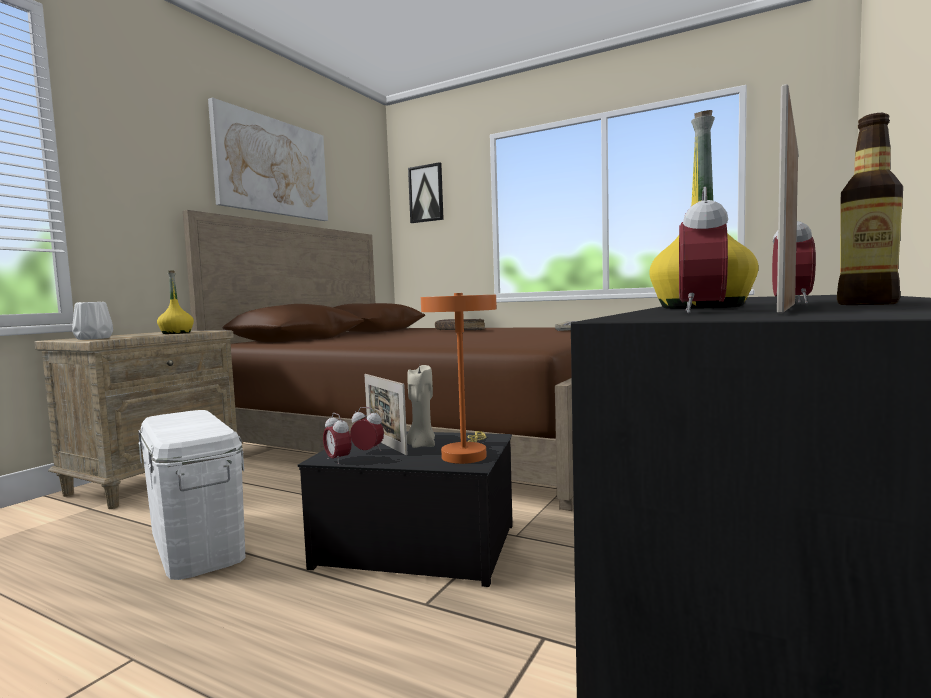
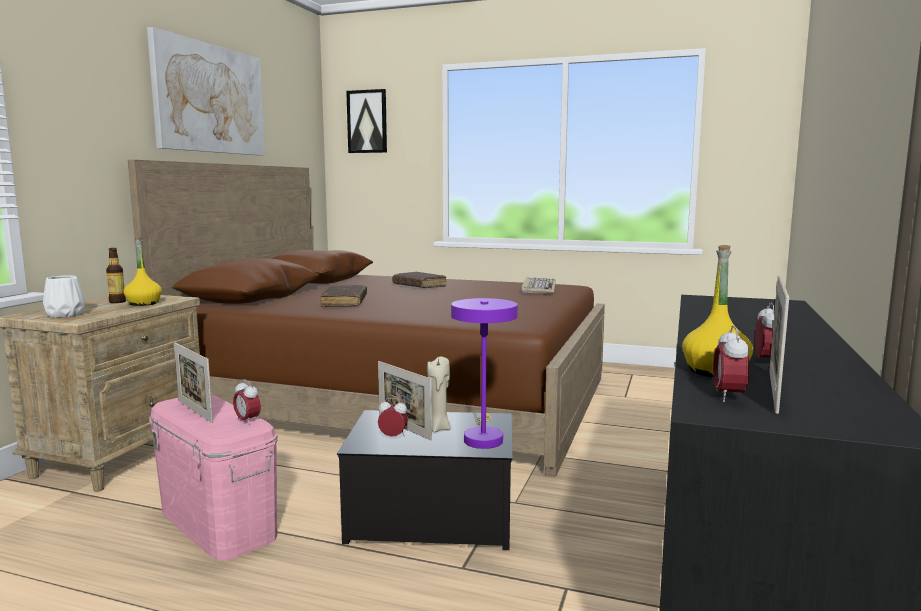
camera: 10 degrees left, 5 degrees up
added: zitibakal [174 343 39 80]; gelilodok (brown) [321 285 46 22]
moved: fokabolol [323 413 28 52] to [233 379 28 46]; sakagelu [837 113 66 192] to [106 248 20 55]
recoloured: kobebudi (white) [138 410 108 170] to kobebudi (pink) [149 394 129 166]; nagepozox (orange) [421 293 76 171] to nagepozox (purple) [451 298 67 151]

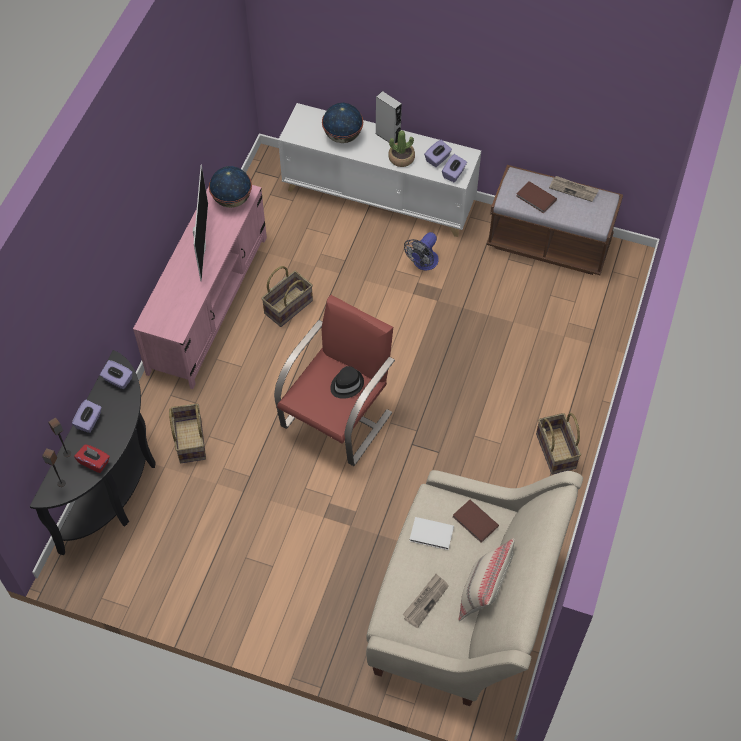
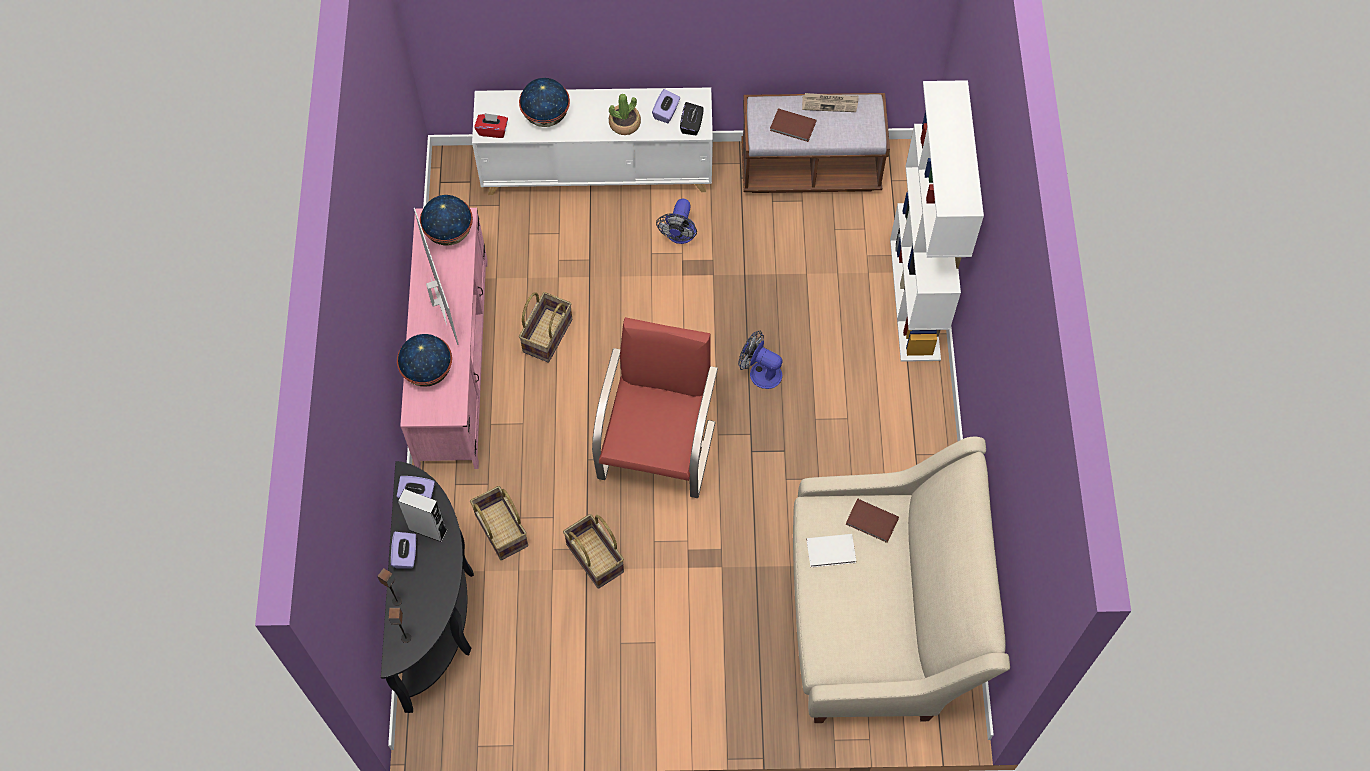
camera: 20 degrees left, 5 degrees up
removed: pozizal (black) [330 366 34 33]; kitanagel [402 574 47 54]; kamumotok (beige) [458 538 57 83]
added: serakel [397 334 55 53]; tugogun [738 330 44 59]; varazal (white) [890 80 94 282]
moved: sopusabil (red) [74 444 36 29] to [474 113 34 25]; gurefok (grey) [375 91 27 53] to [398 489 49 53]; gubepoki [536 413 45 62] to [563 514 61 75]
recoloured: sopusabil (purple) [442 154 25 28] to sopusabil (black) [680 102 24 33]

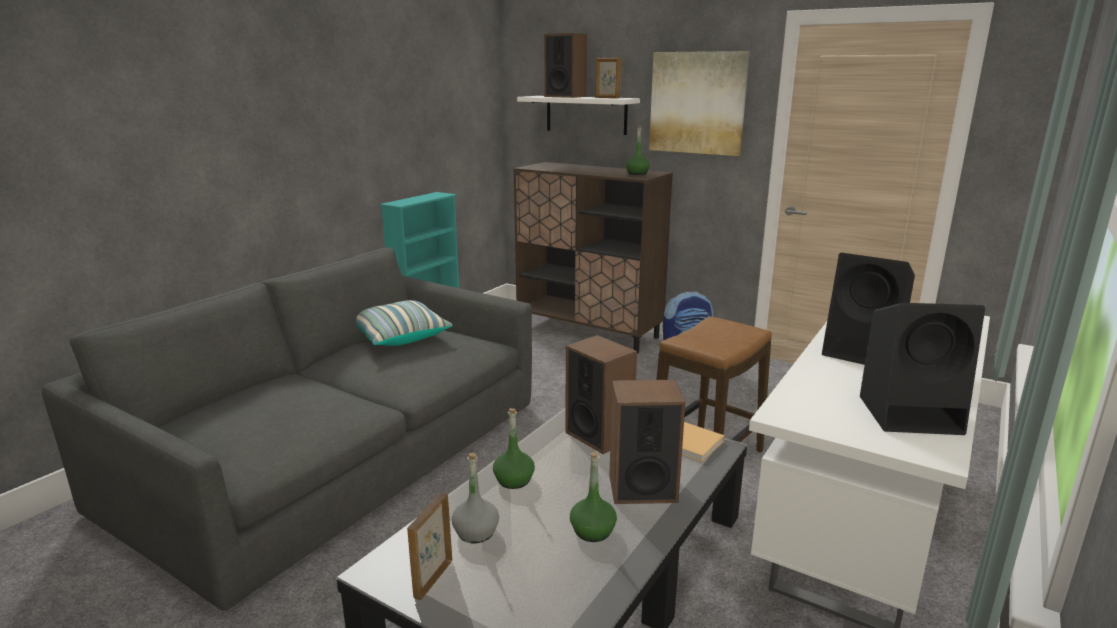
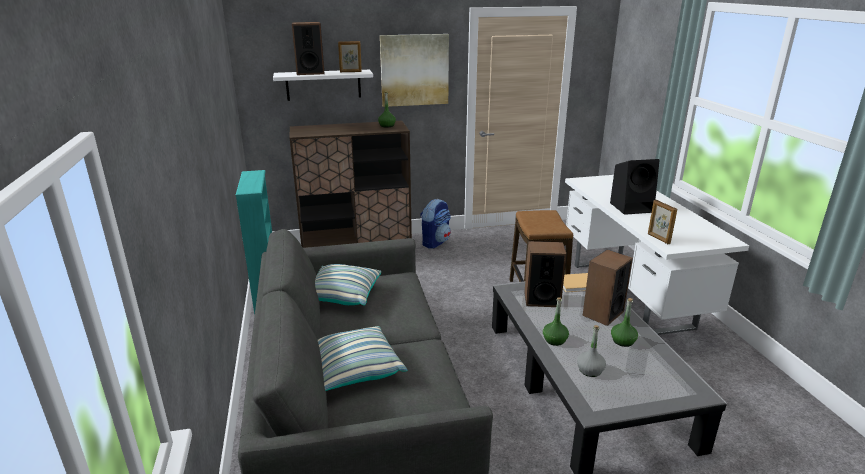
camera: 45 degrees left, 5 degrees up
removed: gurefok (black) [860 303 125 132]
added: kamumotok [318 326 89 65]
moved: zitibakal [407 493 46 107] to [648 200 29 44]

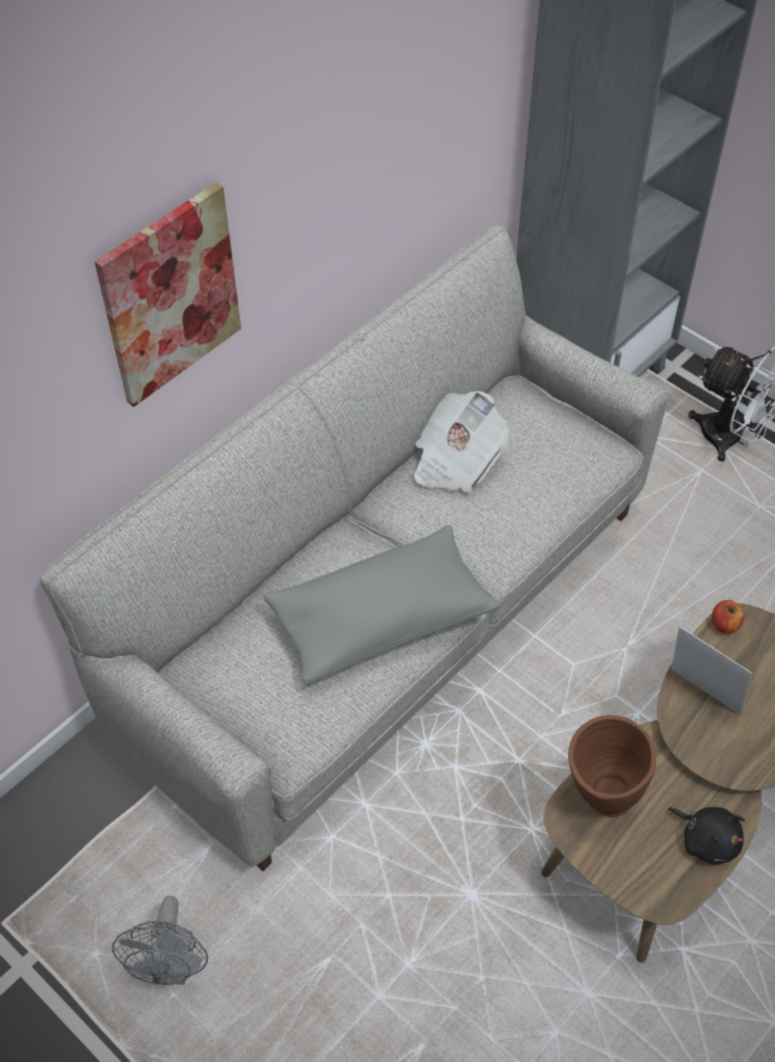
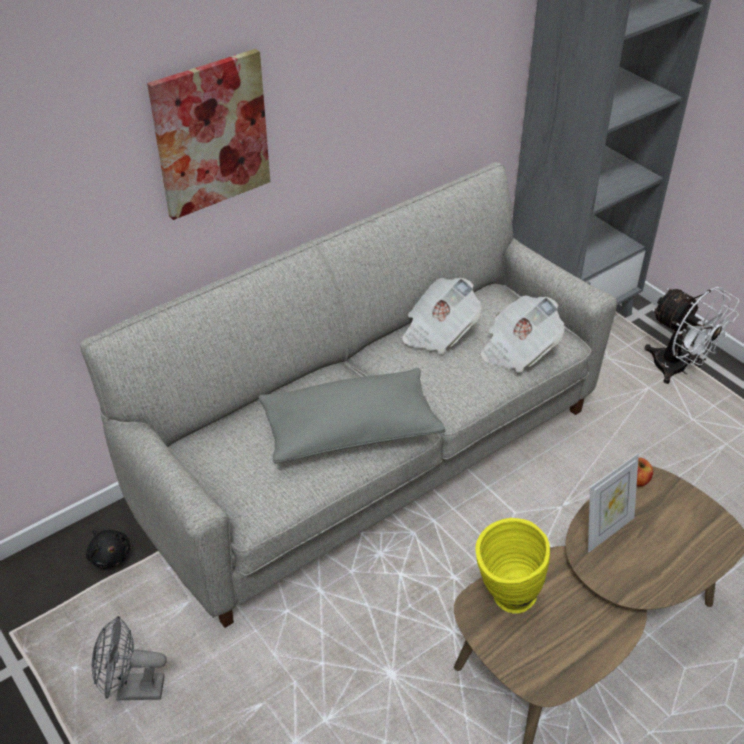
camera: 10 degrees right, 10 degrees down
added: kitanagel [480 295 85 78]
moved: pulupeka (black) [668 807 77 58] to [86 530 44 39]
recoloured: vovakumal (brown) [568 715 88 102] to vovakumal (yellow) [475 518 75 96]
turned: tugogun (grey) [112 896 96 89] = [92 616 75 85] 75 degrees clockwise; zitibakal [672 626 80 89] = [588 453 51 100] 90 degrees clockwise

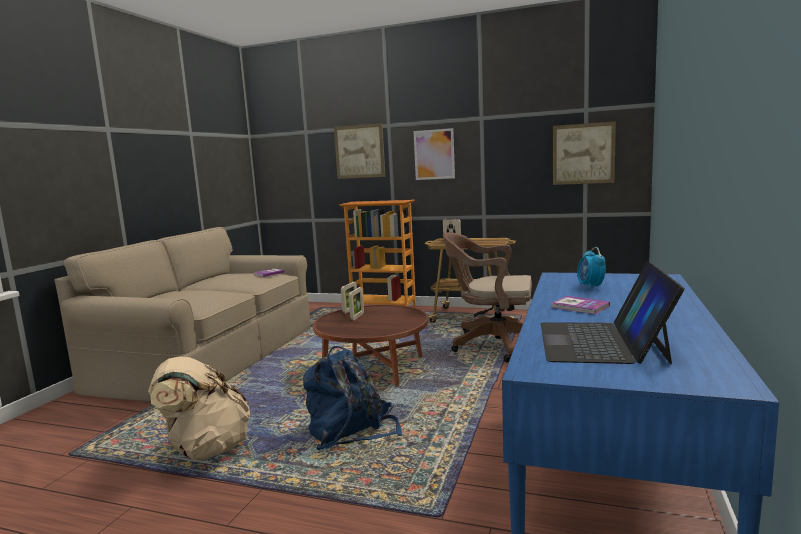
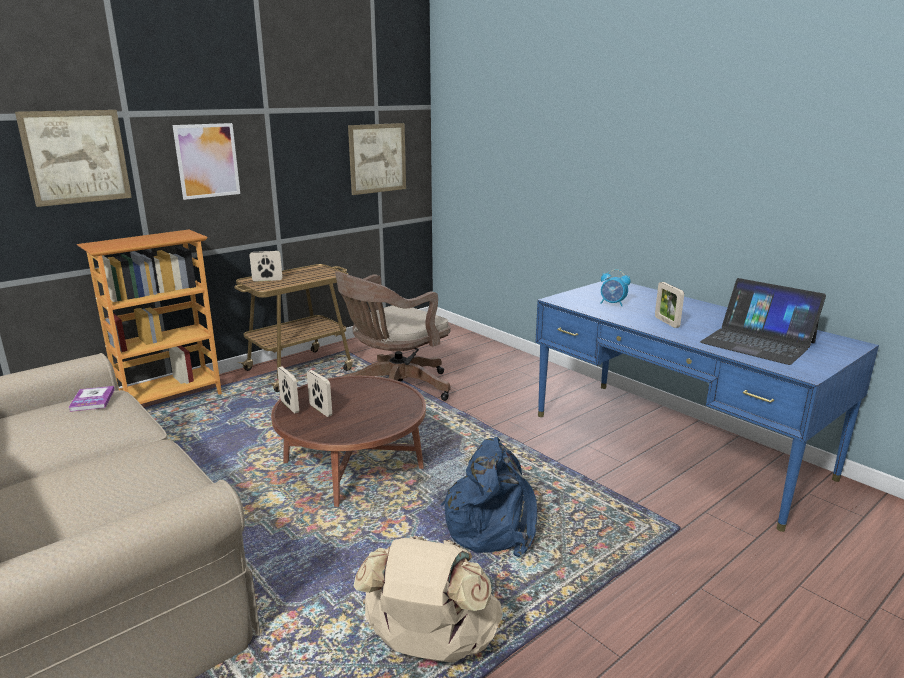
camera: 60 degrees left, 10 degrees up
replaced: gelilodok [551 296 59 19] to zitibakal [655 282 29 46]

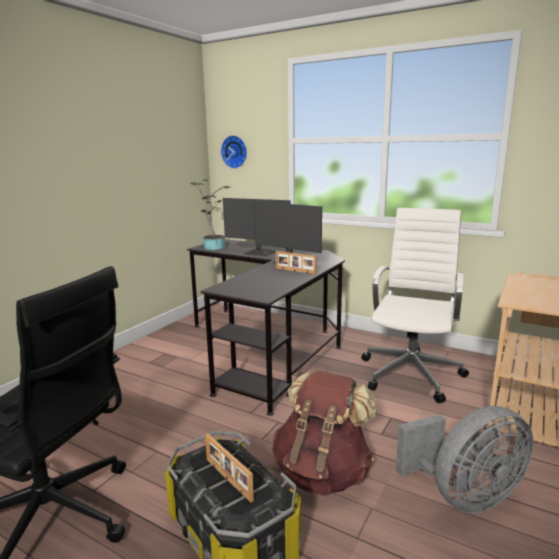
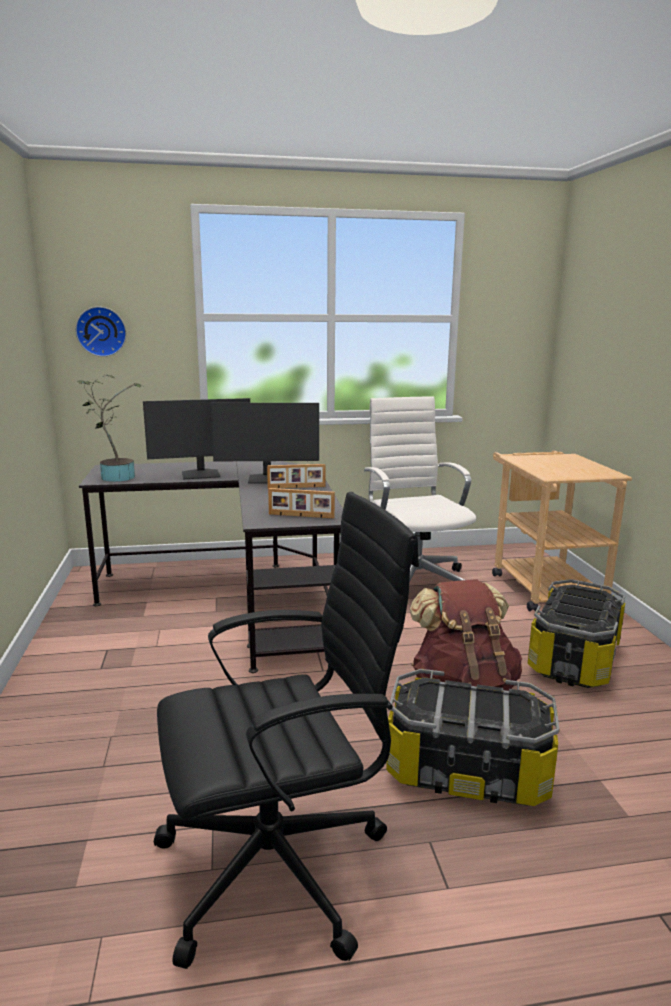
camera: 40 degrees left, 0 degrees up
moved: zitibakal [205 434 49 69] to [268 488 67 31]
replaced: tugogun (grey) [395 406 139 107] to kobebudi [528 579 97 109]

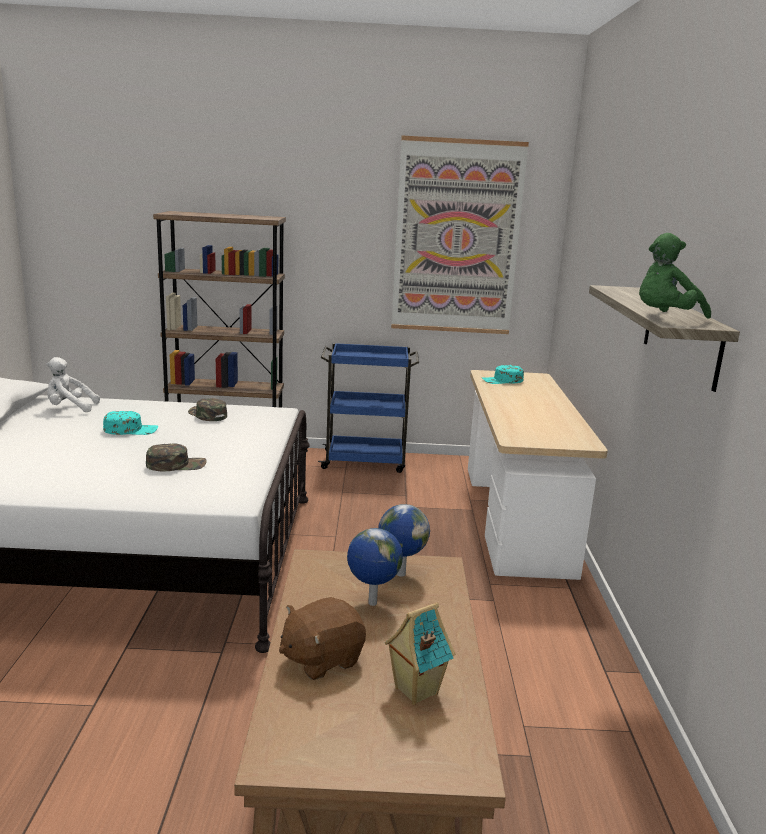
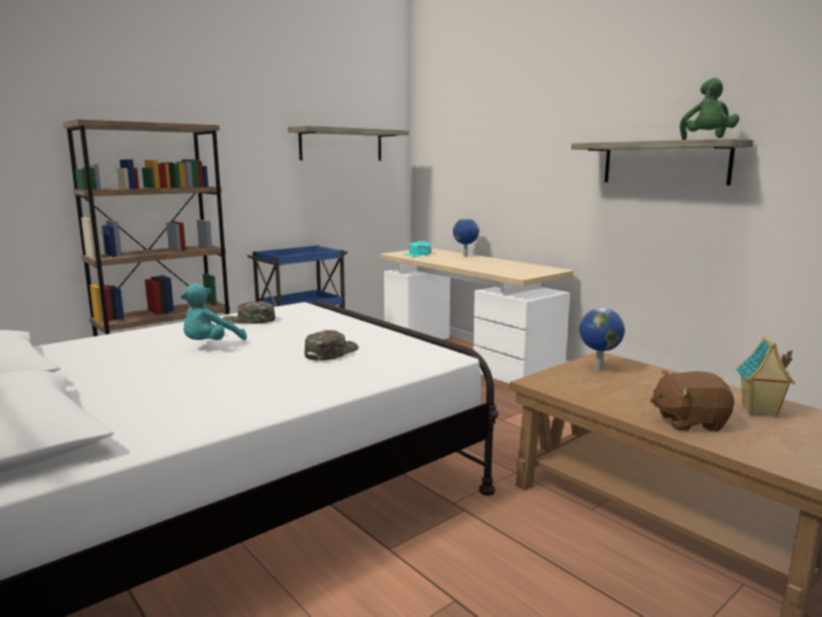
camera: 40 degrees left, 5 degrees down
removed: pulupeka (white) [47 357 53 55]
moved: serakel [347 528 56 78] to [453 218 26 39]
replaced: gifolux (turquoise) [103 411 55 24] to pulupeka (turquoise) [181 283 66 57]; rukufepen [391 136 138 198] to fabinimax [288 126 121 35]
turned: pulupeka (brown) [279 597 87 83] = [650 371 84 60] 75 degrees clockwise

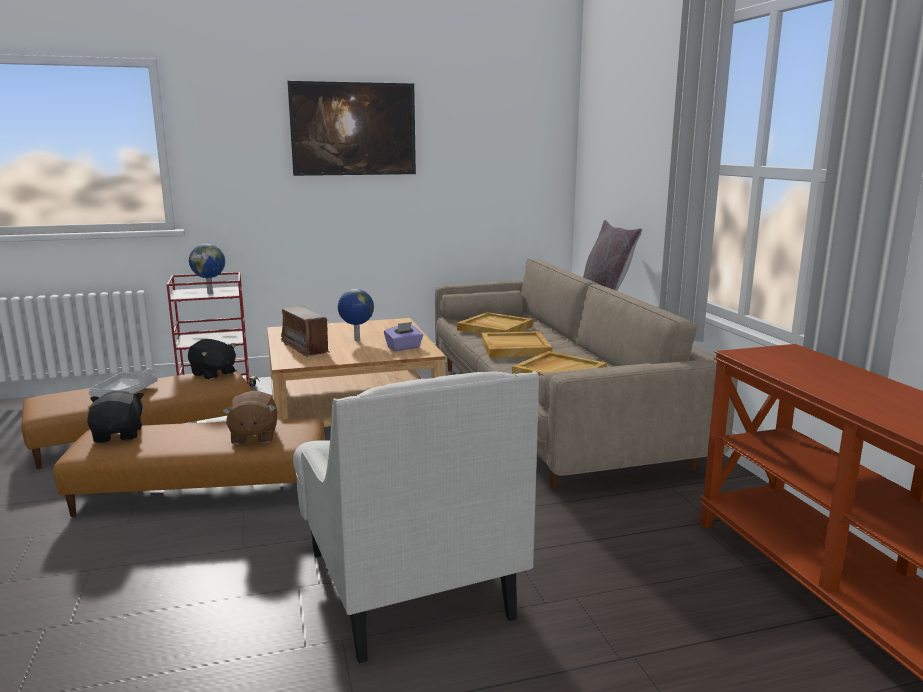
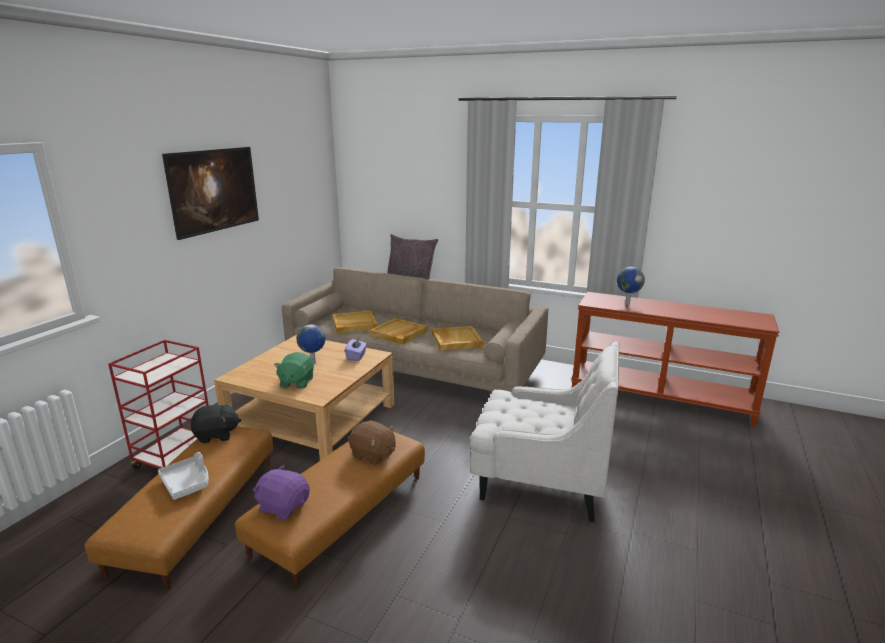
camera: 50 degrees left, 5 degrees up
moved: serakel [189 244 36 50] to [617 267 28 38]
replaced: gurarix [281 305 49 52] to pulupeka (green) [274 352 40 37]
recoloured: pulupeka (black) [87 390 57 53] to pulupeka (purple) [252 465 58 56]

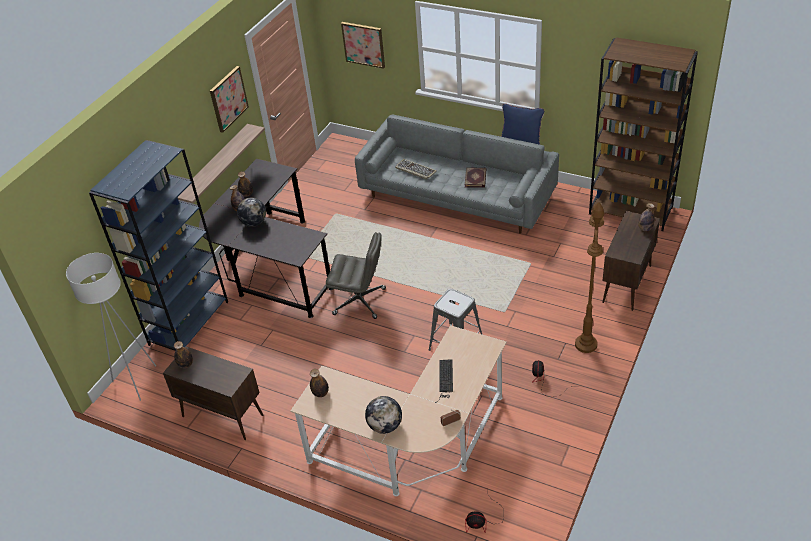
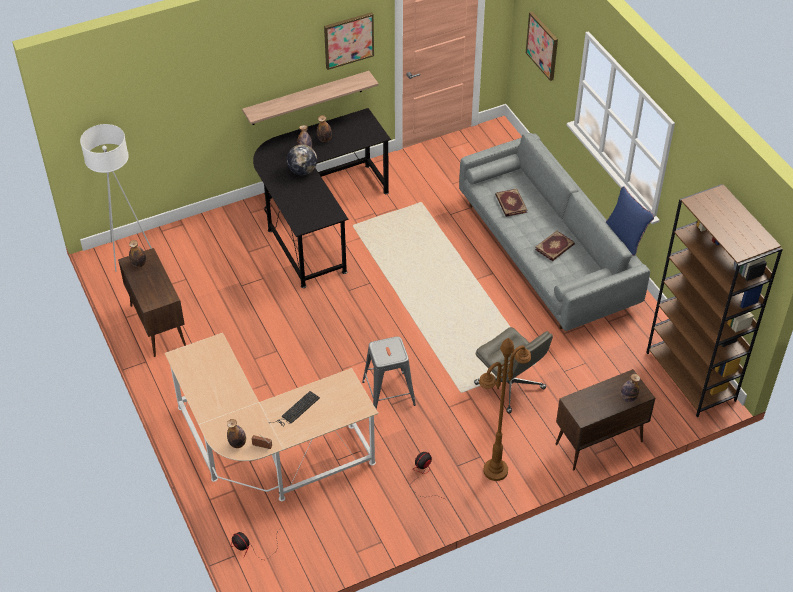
camera: 35 degrees right, 5 degrees up
removed: varazal (blue) [89 140 139 211]; serakel [365 396 37 38]
moved: sakagelu [310 369 19 28] to [227 419 19 29]; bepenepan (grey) [326 232 60 87] to [474 327 79 87]
replaced: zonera [395 159 42 21] to gelilodok [495 188 32 29]

